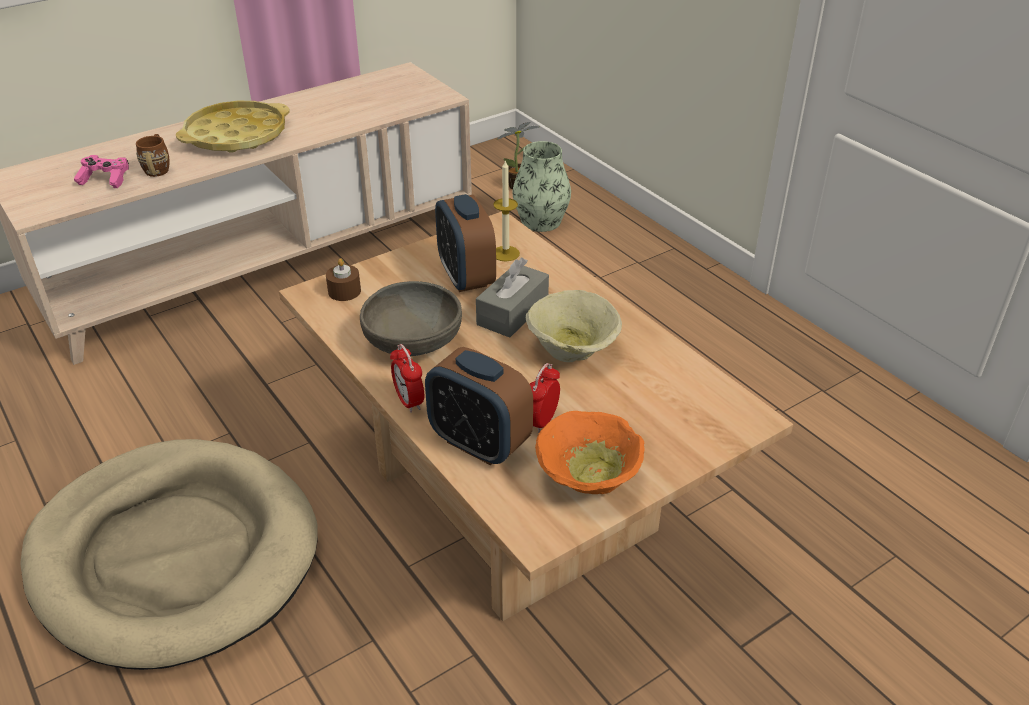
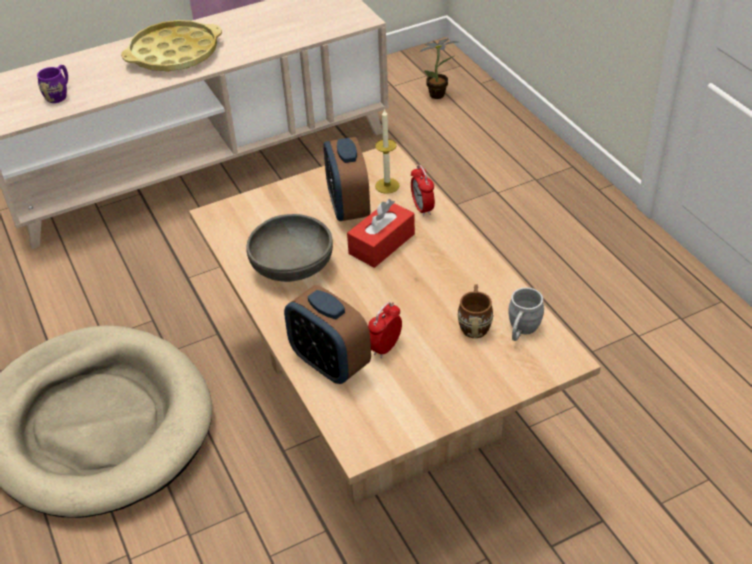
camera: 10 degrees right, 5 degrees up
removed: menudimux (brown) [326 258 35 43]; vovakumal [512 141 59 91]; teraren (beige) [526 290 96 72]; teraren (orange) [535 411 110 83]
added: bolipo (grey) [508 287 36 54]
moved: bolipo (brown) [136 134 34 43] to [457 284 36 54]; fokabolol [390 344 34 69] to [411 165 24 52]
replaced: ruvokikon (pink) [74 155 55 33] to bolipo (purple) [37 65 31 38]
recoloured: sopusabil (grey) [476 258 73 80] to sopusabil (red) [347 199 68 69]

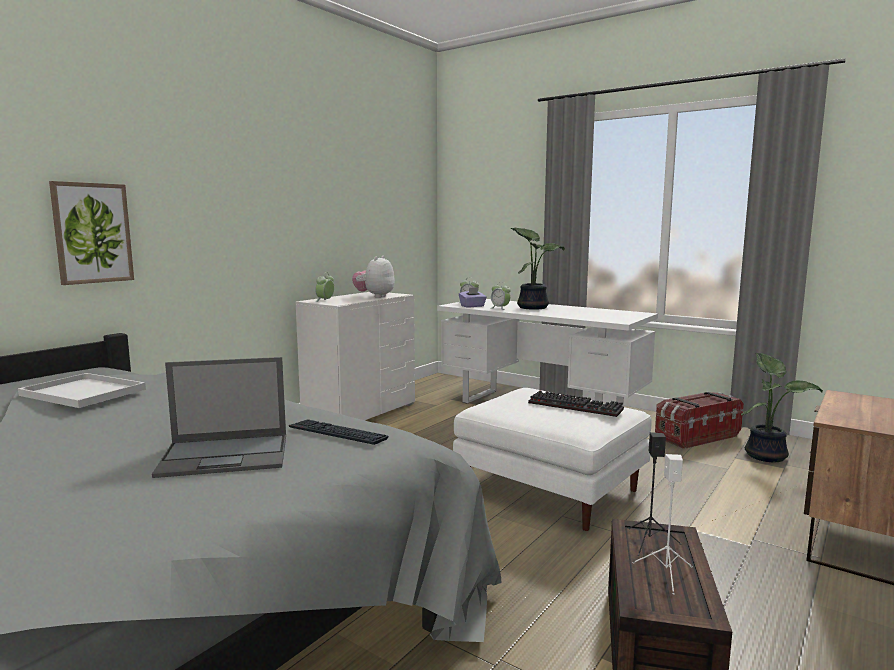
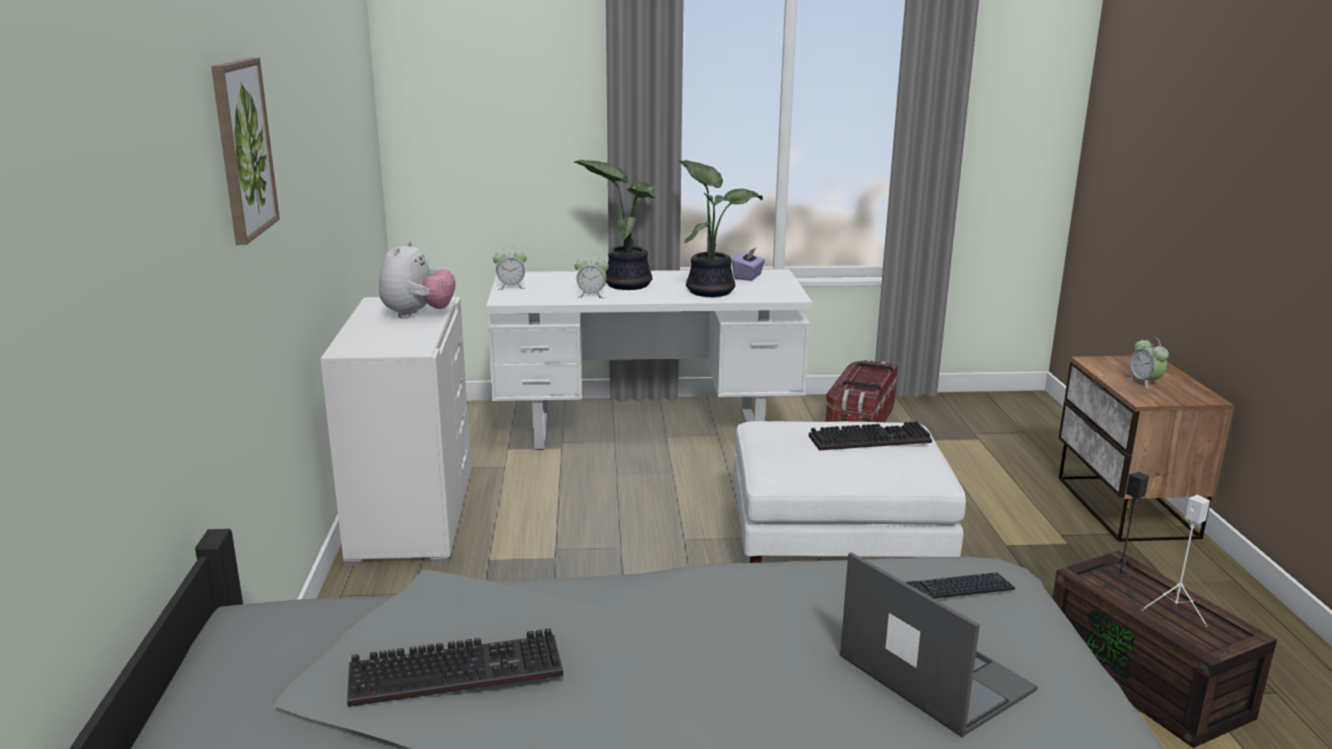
camera: 40 degrees left, 10 degrees up
moved: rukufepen [49 181 85 104] to [211 58 69 187]; fokabolol [315 272 19 30] to [1126 337 43 52]; sopusabil (purple) [459 287 28 21] to [732 248 33 33]; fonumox [741 353 82 109] to [679 160 84 137]
replaced: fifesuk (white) [18 373 128 35] to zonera [347 629 216 78]
turned: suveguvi [152 357 134 121] = [840 552 198 185] 75 degrees counterclockwise; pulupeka [352 256 43 42] = [379 241 77 78] 150 degrees counterclockwise

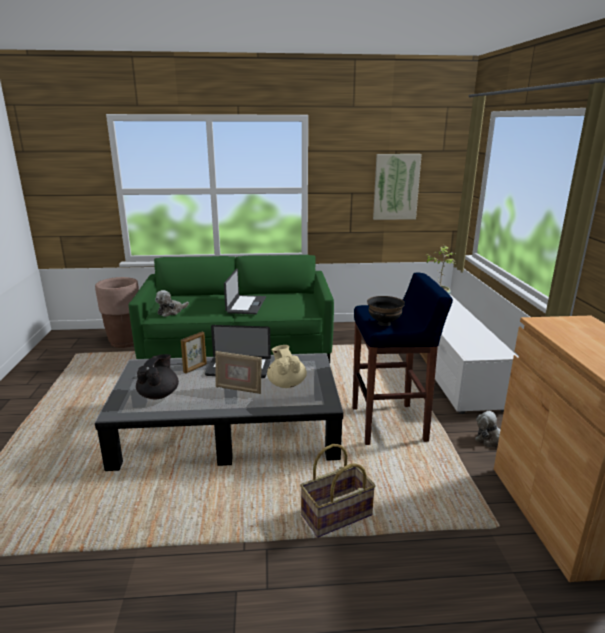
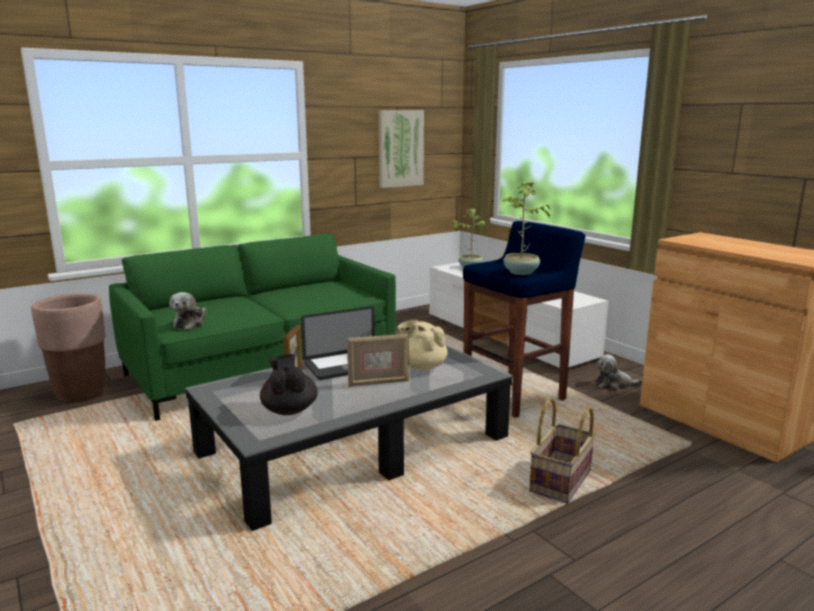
camera: 30 degrees left, 5 degrees down
removed: suveguvi [224 269 42 45]
replaced: teraren (black) [367 296 38 30] to fonumox [502 182 52 93]

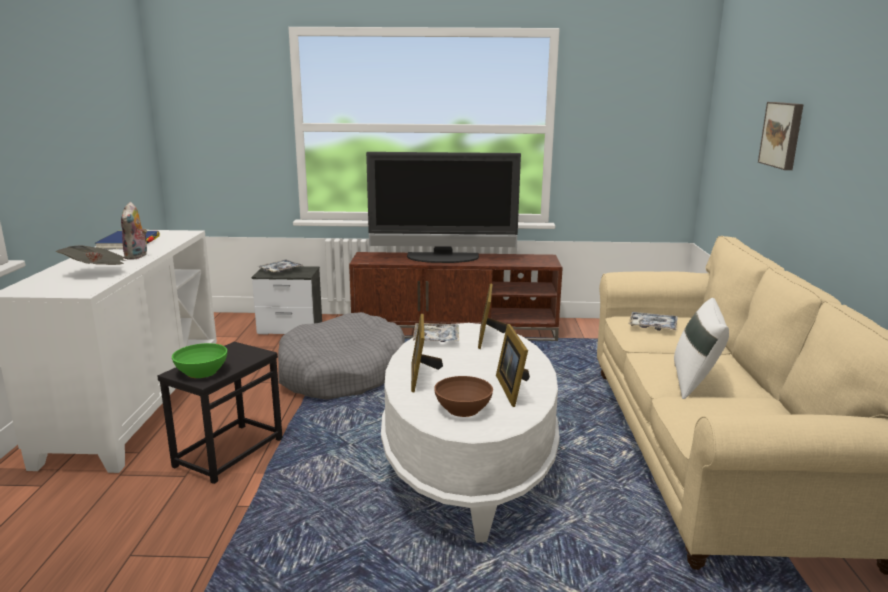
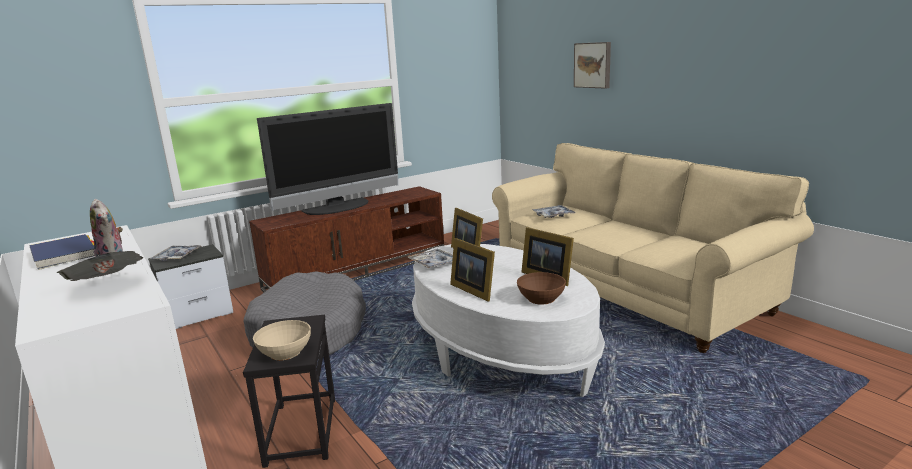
camera: 35 degrees left, 0 degrees up
removed: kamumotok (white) [674 298 55 101]
recoloured: teraren (green) [172 343 55 35] to teraren (beige) [253 320 58 40]

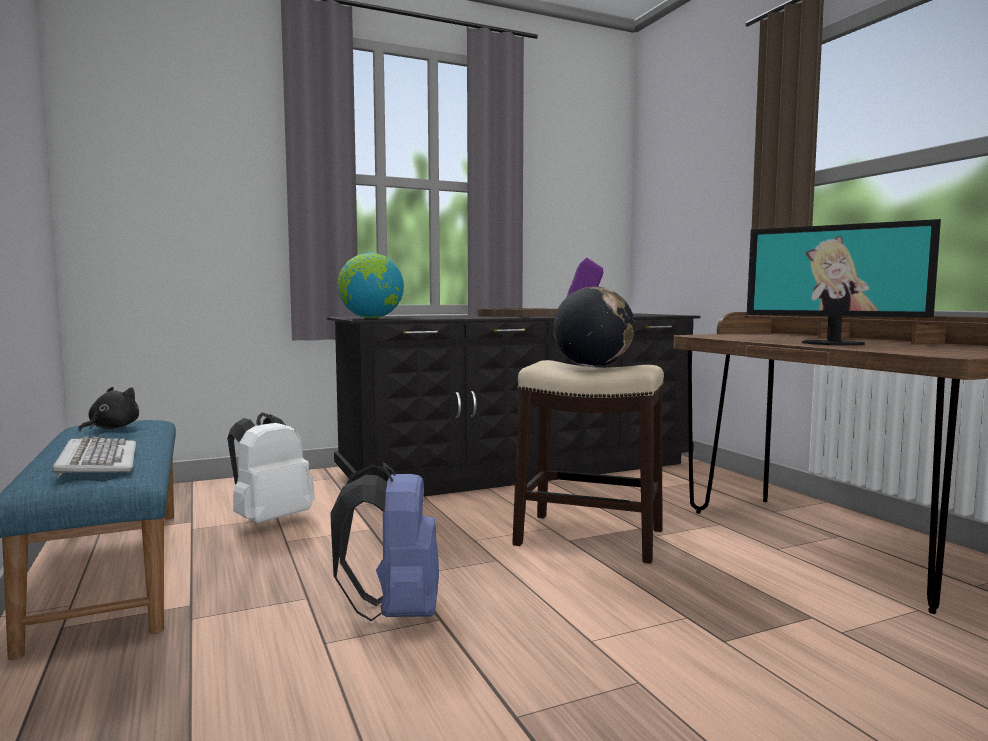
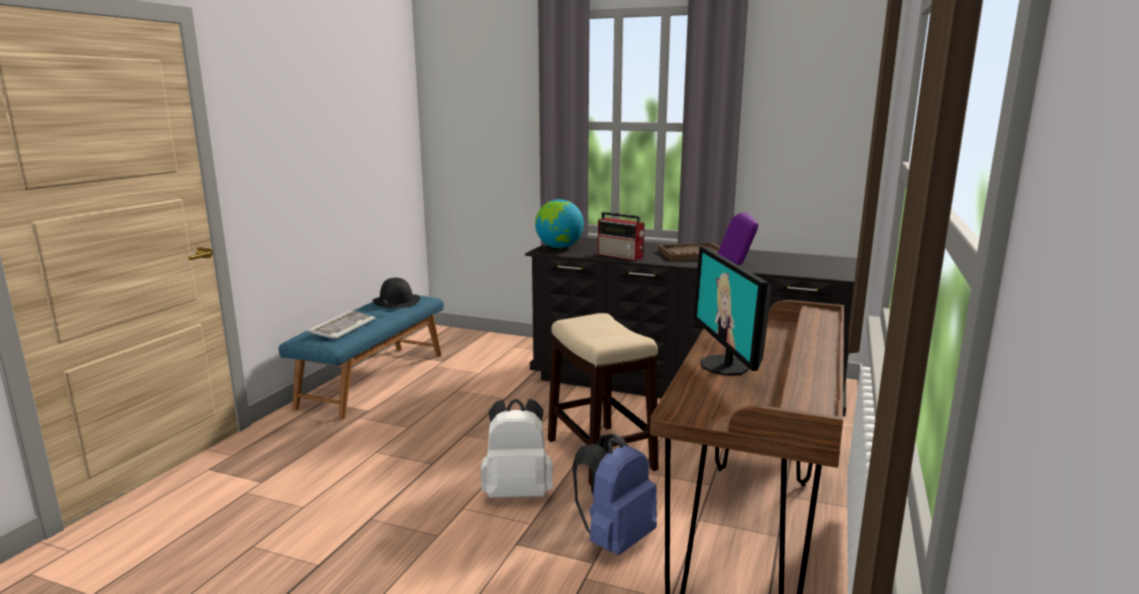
camera: 45 degrees right, 10 degrees up
removed: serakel [553 287 82 80]
added: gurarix [598 212 47 49]
moved: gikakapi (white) [227 412 88 111] to [481 399 72 99]; gikakapi (blue) [331 463 108 158] to [572 434 85 121]
replaced: pulupeka (black) [78 387 61 45] to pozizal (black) [372 278 48 31]

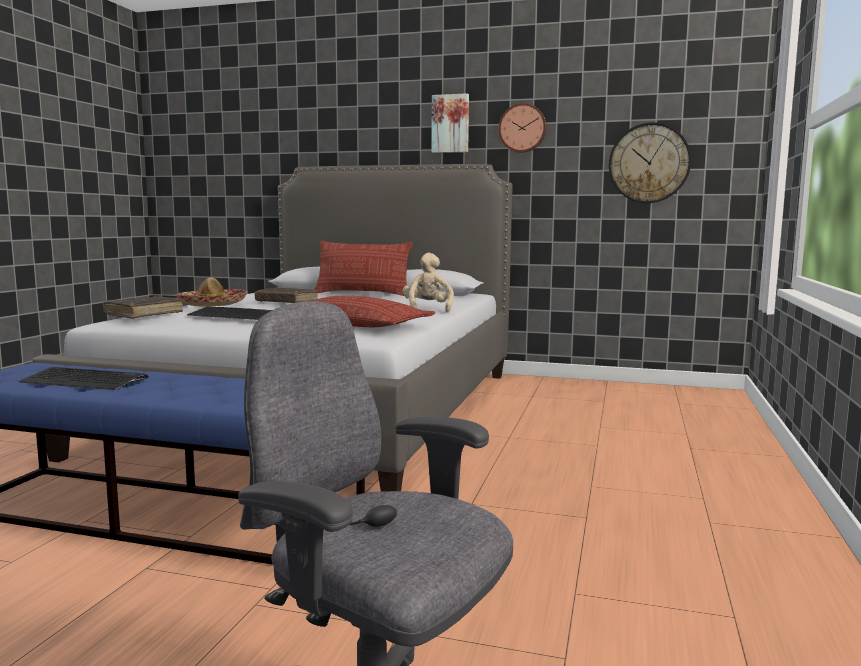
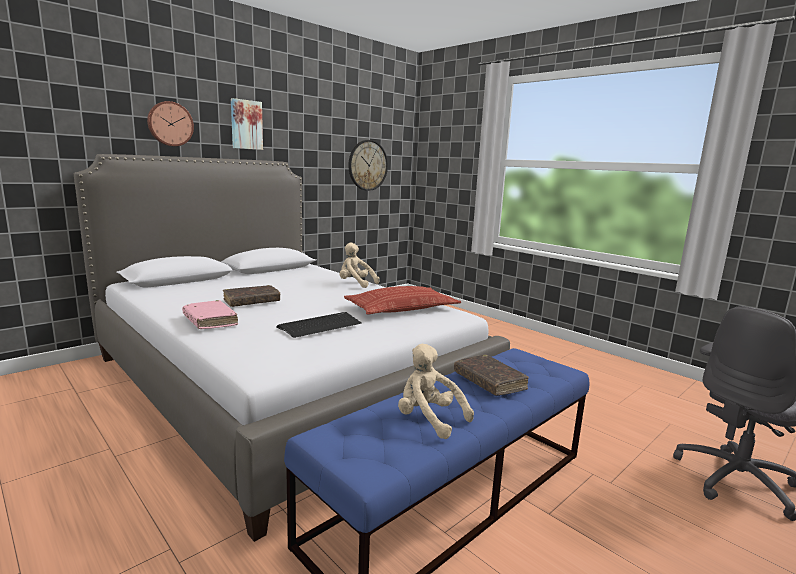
camera: 60 degrees left, 5 degrees up
removed: kamumotok [314 241 99 55]
moved: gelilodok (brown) [102 296 81 23] to [454 354 75 42]; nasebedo [498 103 49 50] to [147 101 47 45]
replaced: zonera [19 367 130 23] to pulupeka (beige) [398 344 76 95]; pozizal [176 278 72 29] to gelilodok (pink) [182 300 56 29]

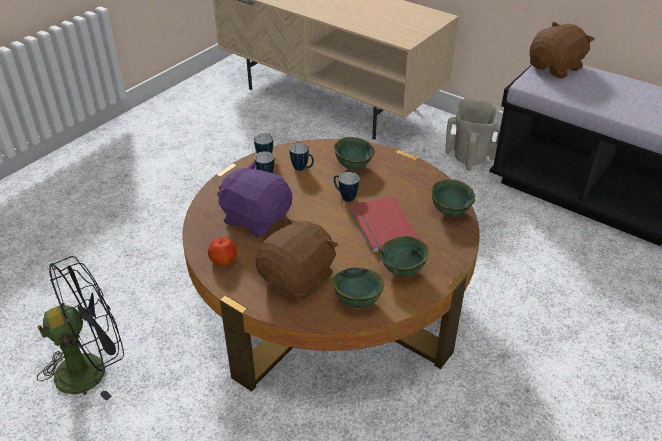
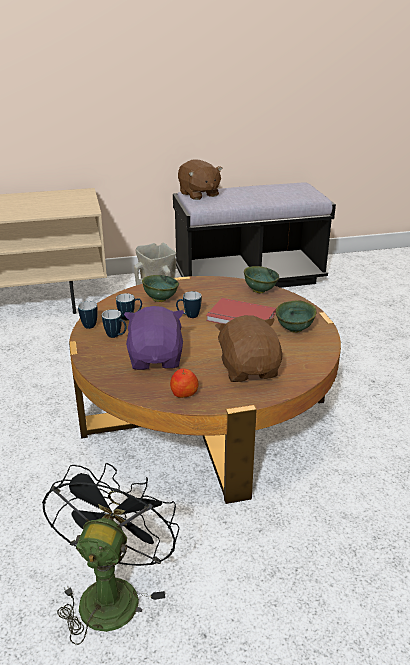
camera: 50 degrees left, 10 degrees down
removed: teraren (green) [333 267 51 42]
turned: pulupeka (purple) [217 162 75 75] = [124 306 60 64] 105 degrees clockwise; pulupeka (brown) [529 22 66 57] = [178 159 45 41] 150 degrees clockwise

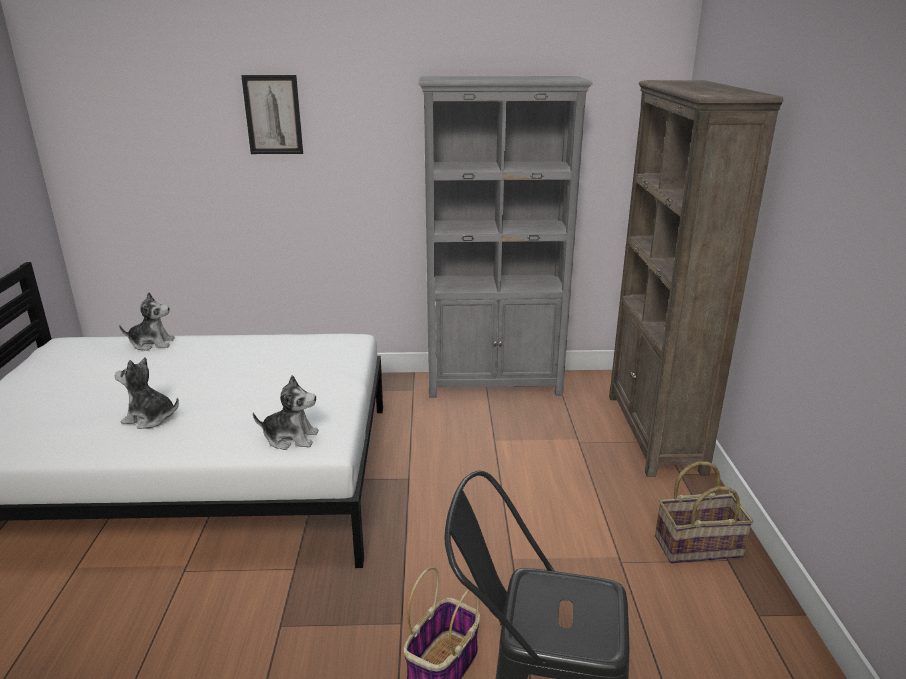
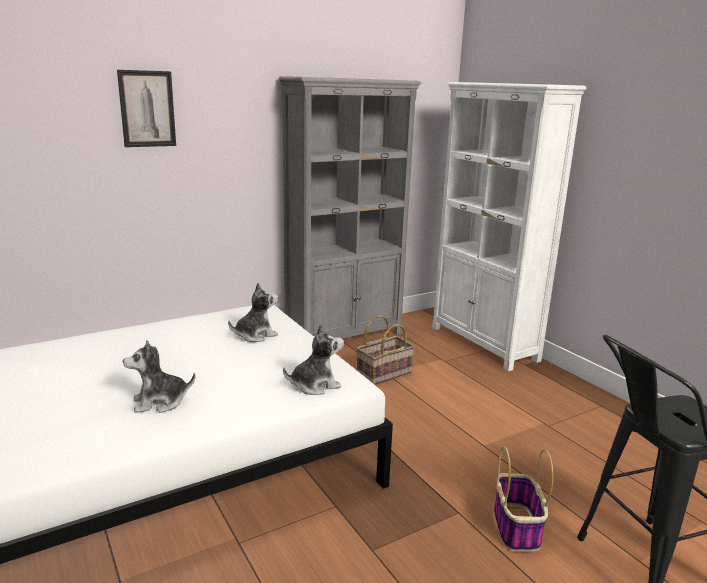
camera: 30 degrees left, 5 degrees down
moved: pulupeka [119 292 56 59] to [228 283 50 59]; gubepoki [655 461 98 102] to [357 315 58 70]
recoloured: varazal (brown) [609 80 174 397] to varazal (white) [432 82 154 289]

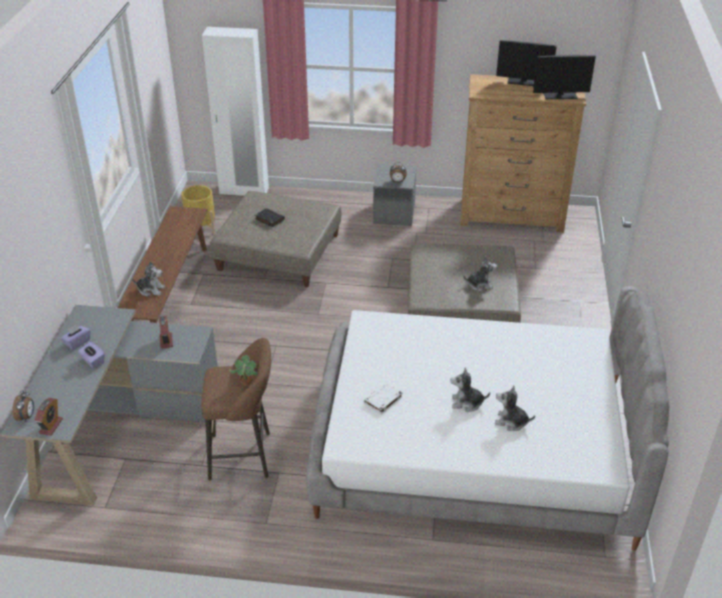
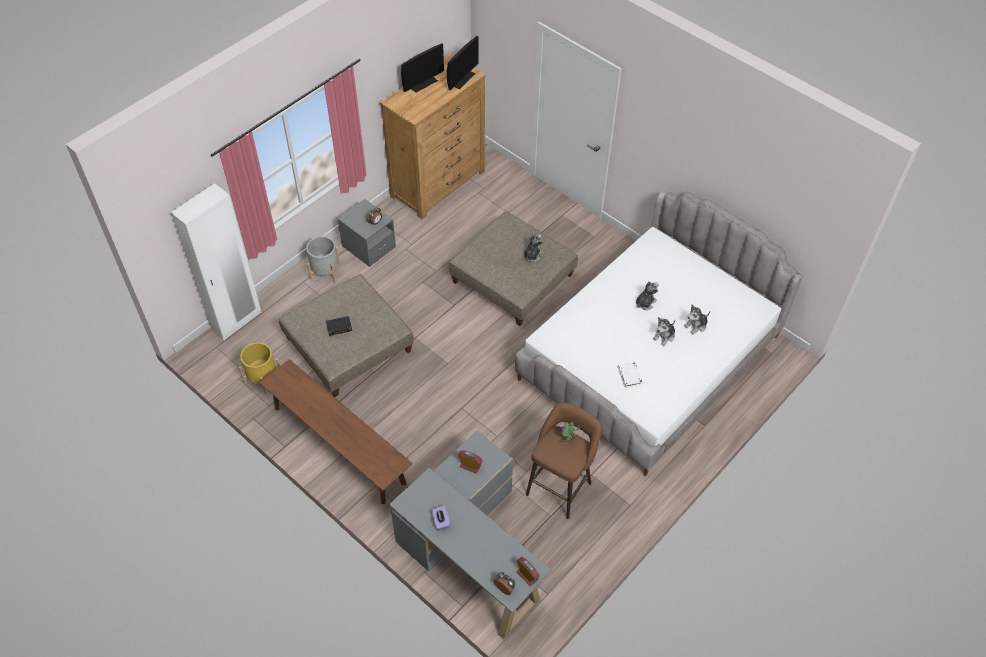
camera: 55 degrees left, 15 degrees up
removed: sopusabil (purple) [78 341 27 27]
added: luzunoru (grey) [306 236 34 47]
moved: pulupeka [132 261 33 36] to [636 281 22 29]

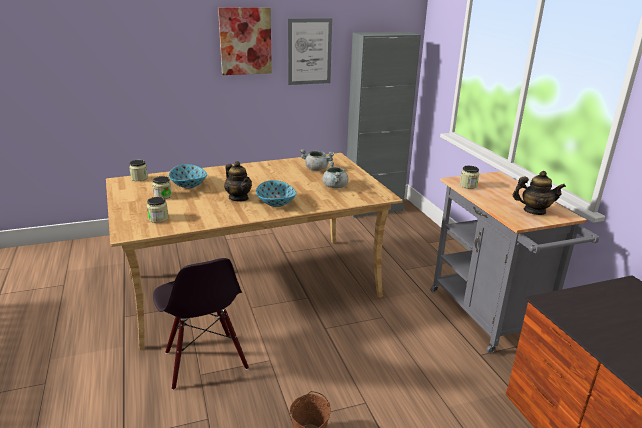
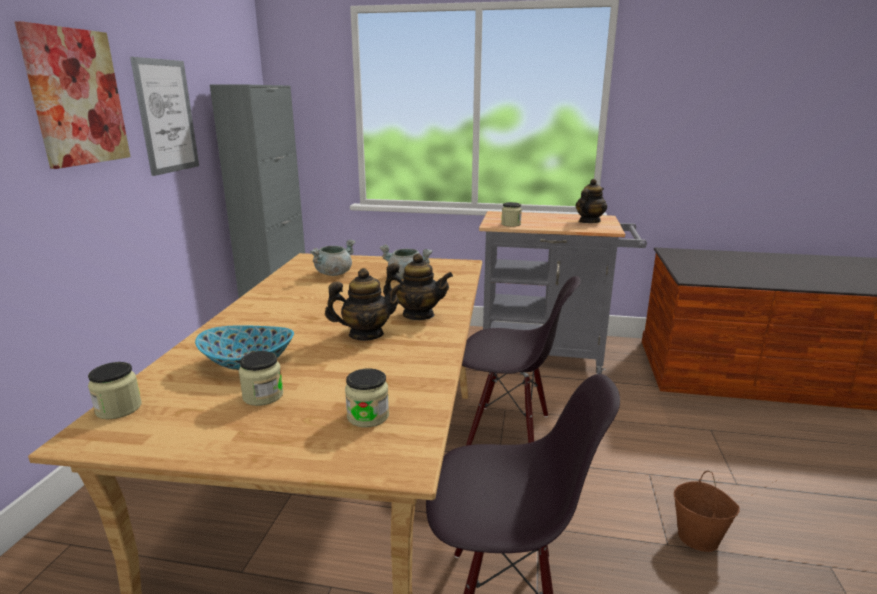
camera: 60 degrees left, 5 degrees down
added: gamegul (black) [462 276 119 170]
replaced: teraren [256 180 41 27] to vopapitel [383 253 70 67]

